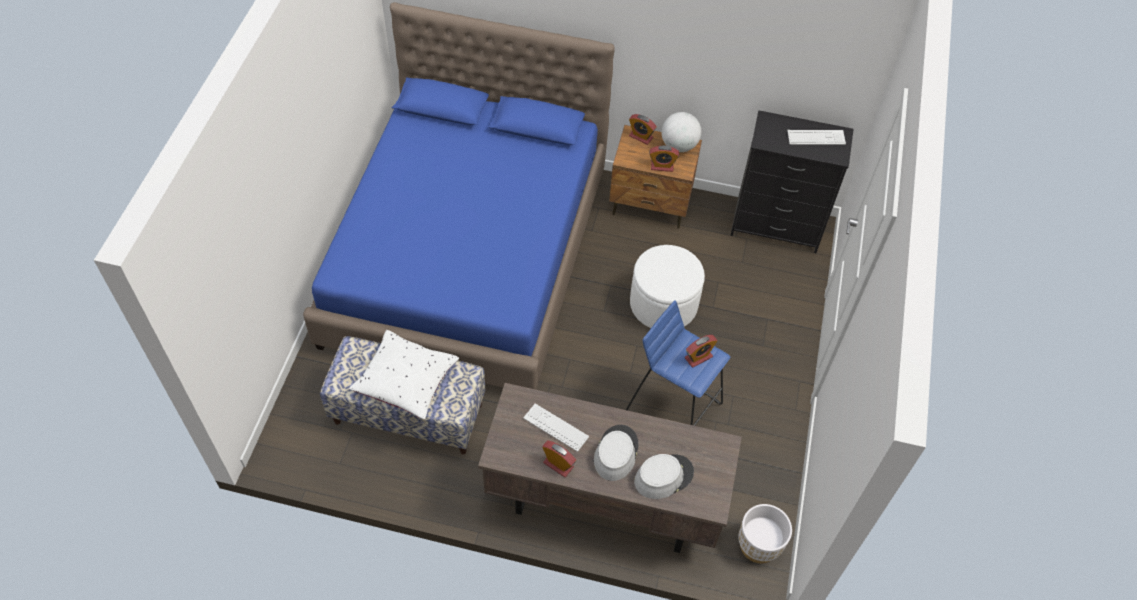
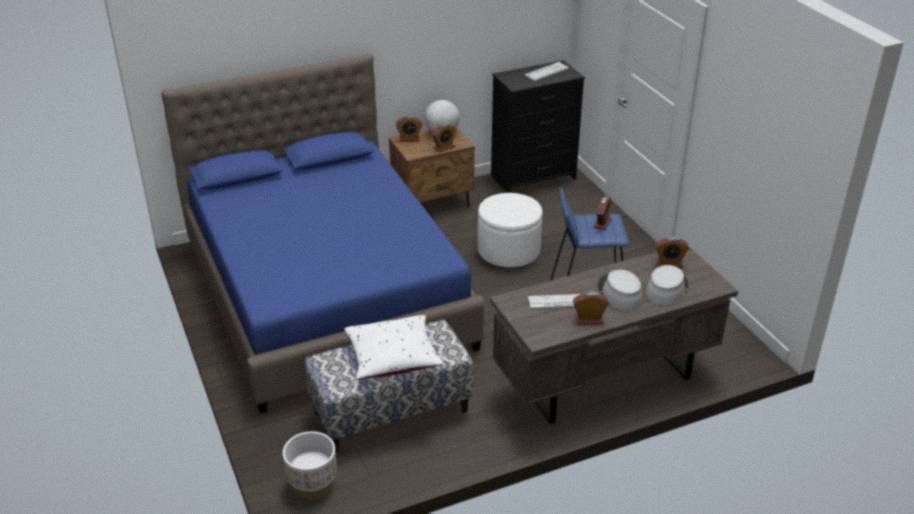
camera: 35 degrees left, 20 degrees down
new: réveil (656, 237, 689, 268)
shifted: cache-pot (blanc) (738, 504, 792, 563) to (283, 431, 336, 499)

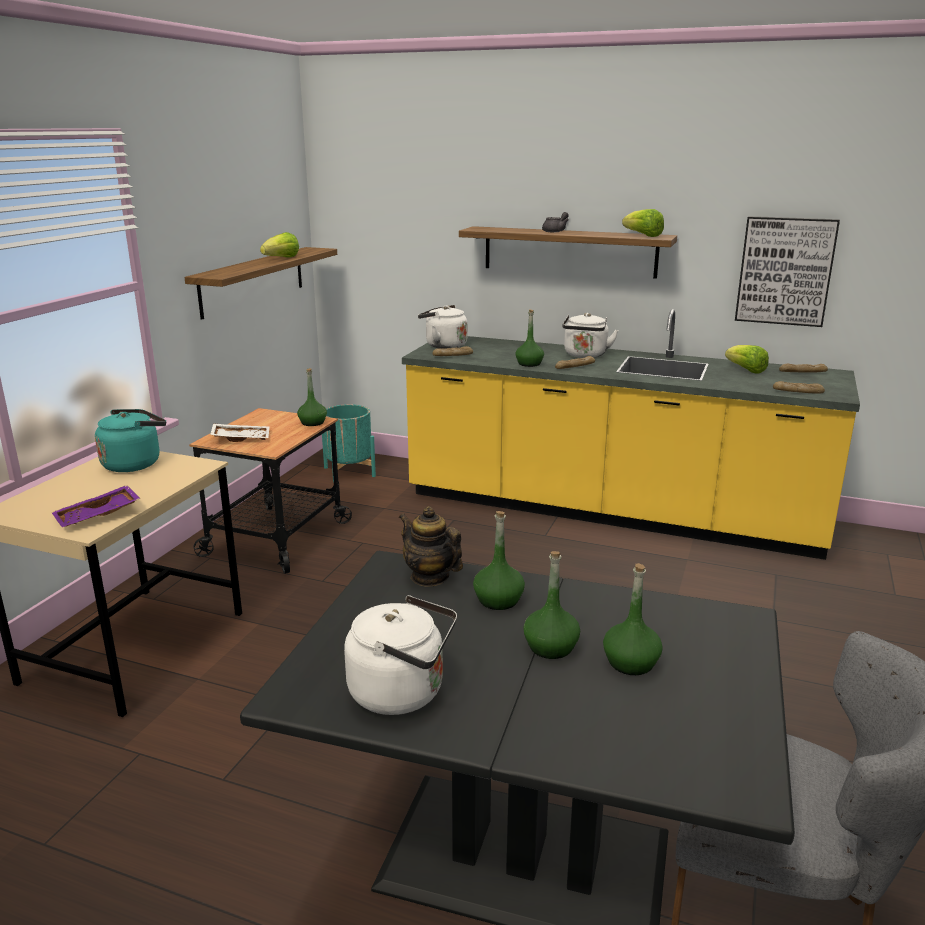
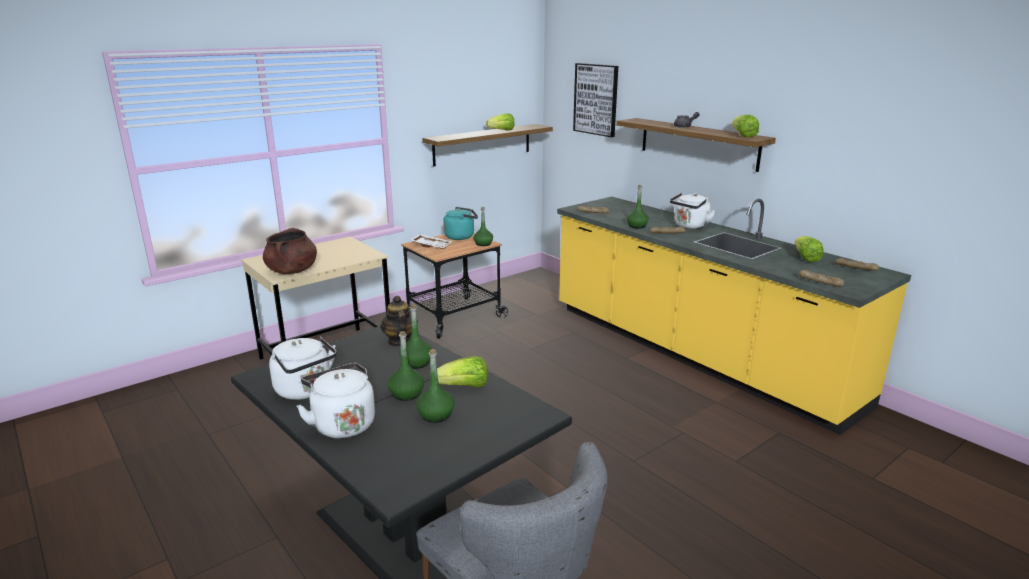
camera: 30 degrees right, 0 degrees up
gone: cache-pot (turquoise) (322, 404, 376, 483)
new: laitue (437, 356, 488, 387)
shifted: bouilloire (blanc) (418, 305, 468, 349) to (297, 363, 375, 438); bouilloire (turquoise) (95, 409, 166, 472) to (443, 207, 478, 240); tableau (735, 216, 840, 327) to (573, 63, 618, 137)
swapped: plateau (violet) (52, 485, 140, 527) to marmite (marron) (263, 228, 317, 274)

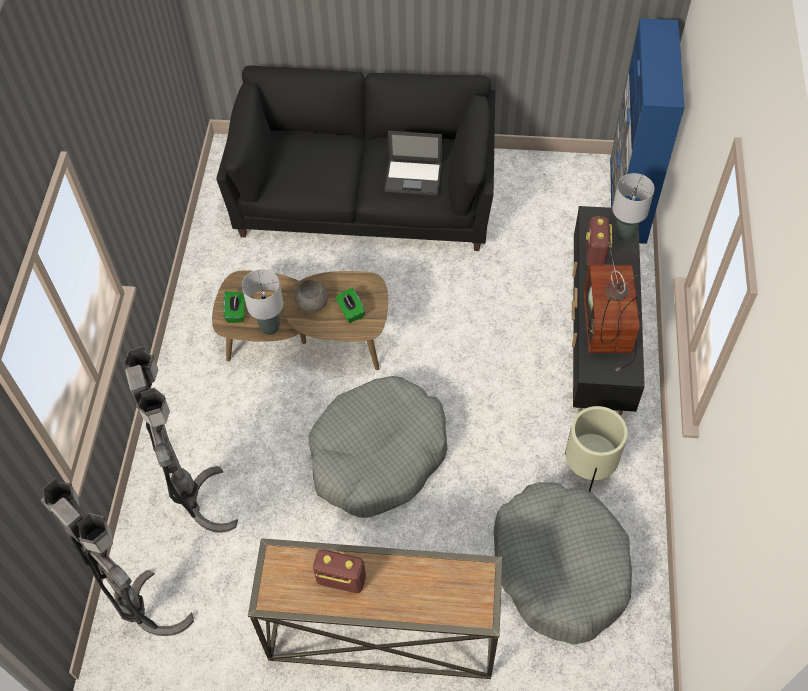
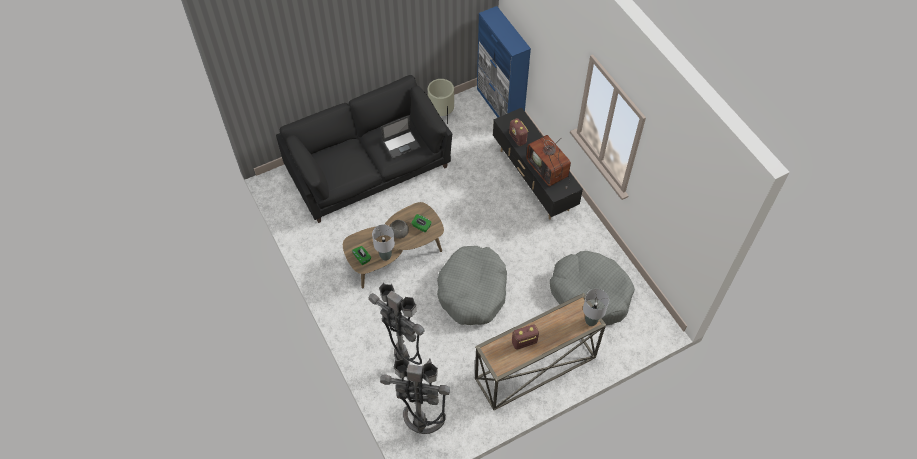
camera: 35 degrees left, 0 degrees up
shifted: cache-pot (beige) (565, 406, 628, 492) to (428, 79, 454, 124); lampe de table (gris) (612, 173, 655, 242) to (583, 289, 609, 326)

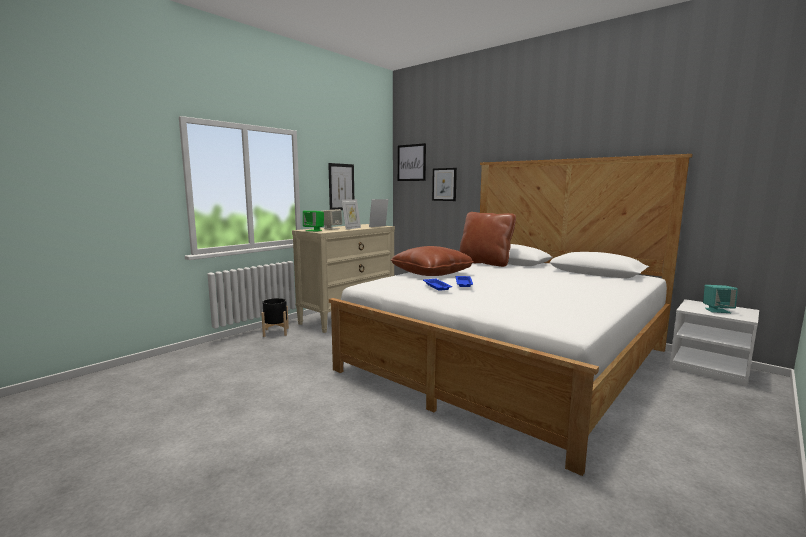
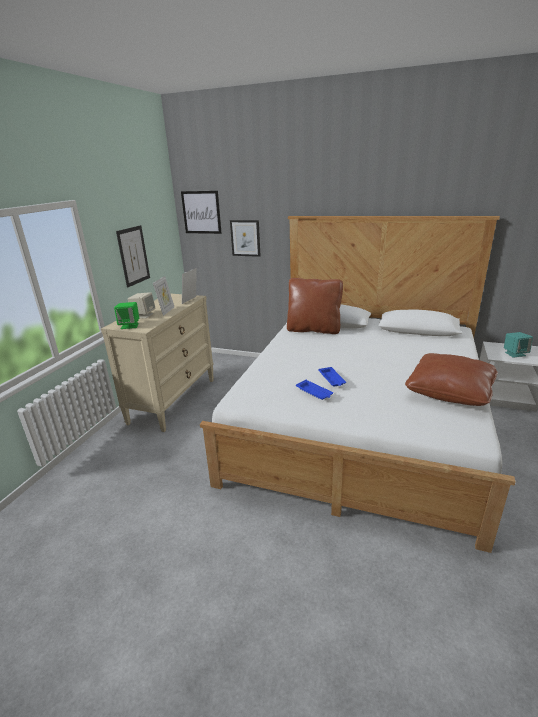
camera: 20 degrees left, 15 degrees up
gone: cache-pot (noir) (261, 298, 289, 337)
shifted: coussin (marron) (391, 246, 473, 276) to (405, 353, 498, 406)

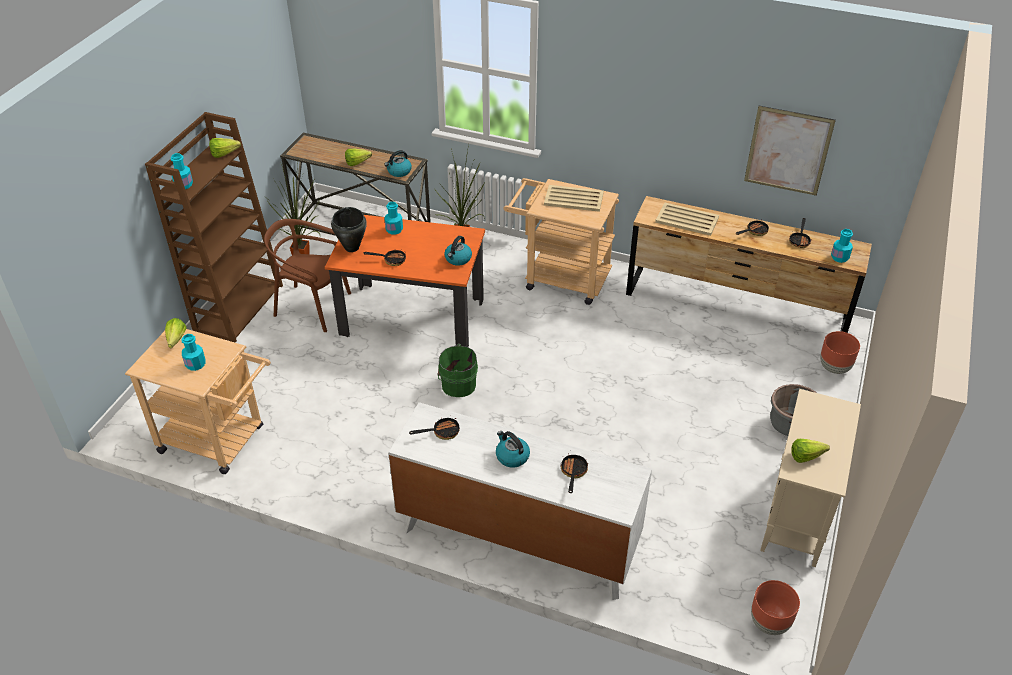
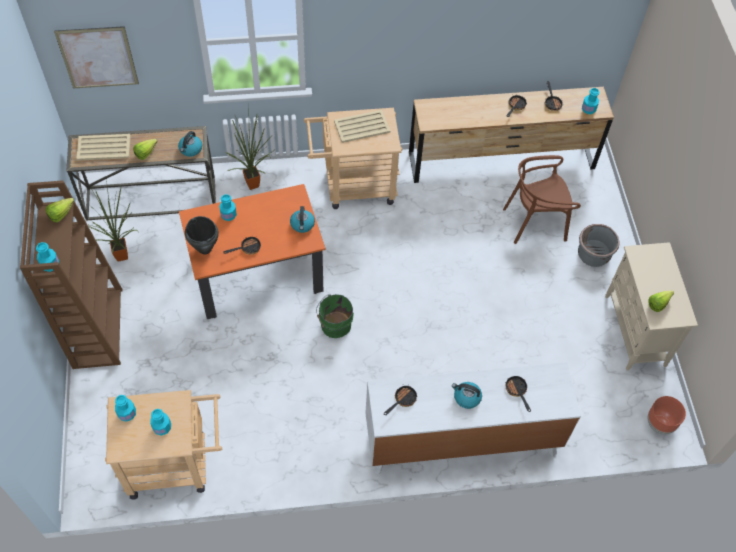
camera: 30 degrees left, 15 degrees up
gone: cache-pot (marron) (820, 331, 860, 374)
shifted: tableau (744, 106, 836, 196) to (54, 26, 139, 89); plateau (beige) (655, 203, 719, 236) to (76, 134, 131, 161); chaise (marron) (264, 219, 351, 332) to (503, 155, 581, 244)
swapped: laitue (165, 318, 187, 348) to bouteille (turquoise) (115, 395, 136, 422)

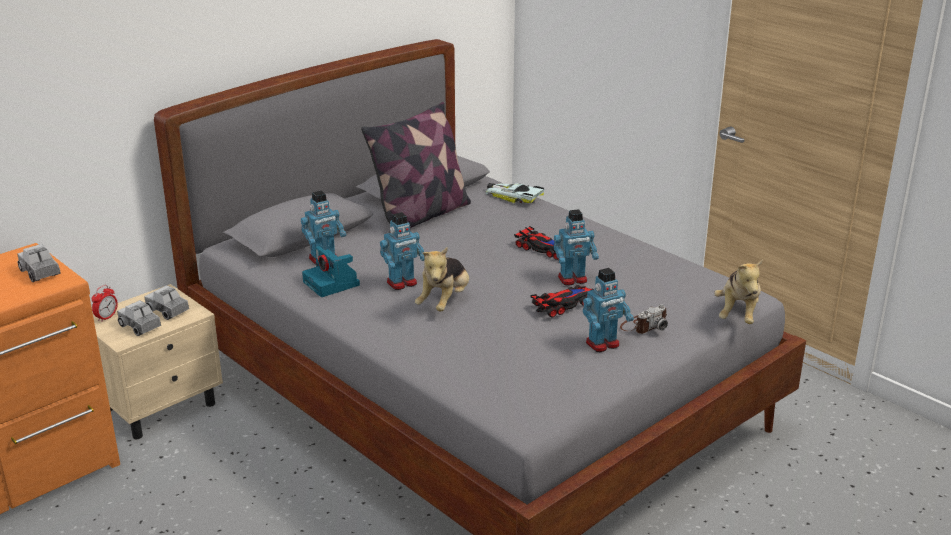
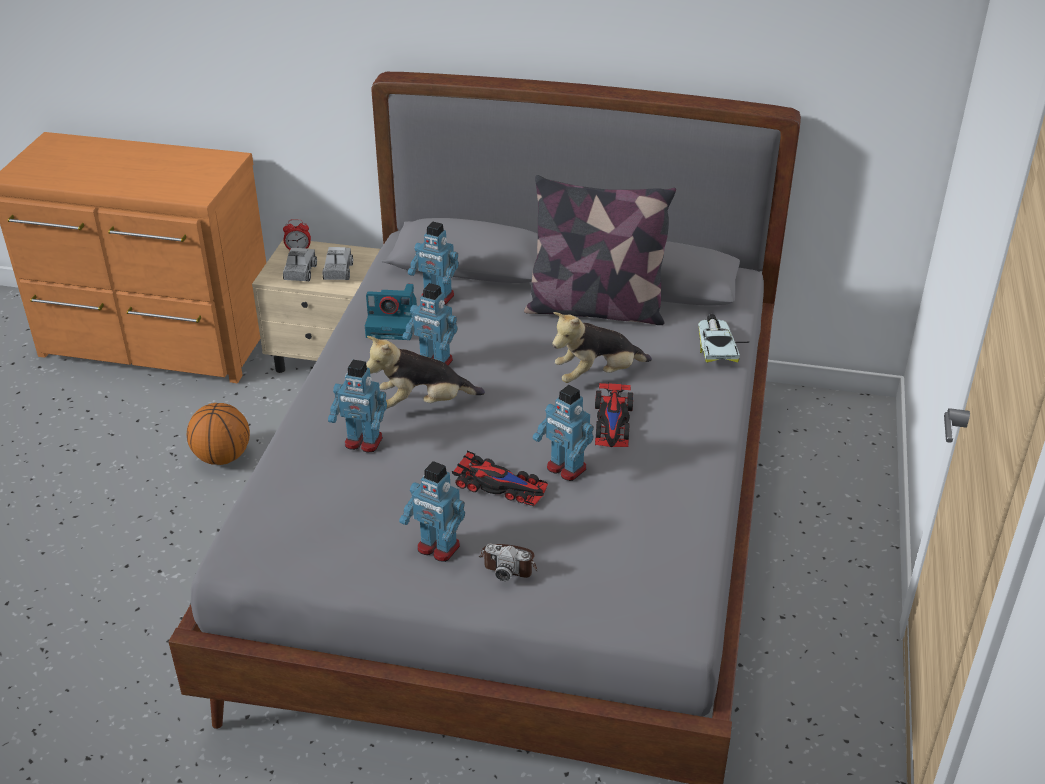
camera: 55 degrees right, 10 degrees up
gone: camion jouet (17, 244, 60, 282)
new: ballon de basket (186, 403, 250, 465); robot jouet (328, 360, 387, 453)
shifted: peluche (714, 259, 763, 324) to (552, 312, 652, 383)
rotated: appareil photo (302, 246, 360, 297) = (365, 284, 417, 340) 105 degrees counterclockwise

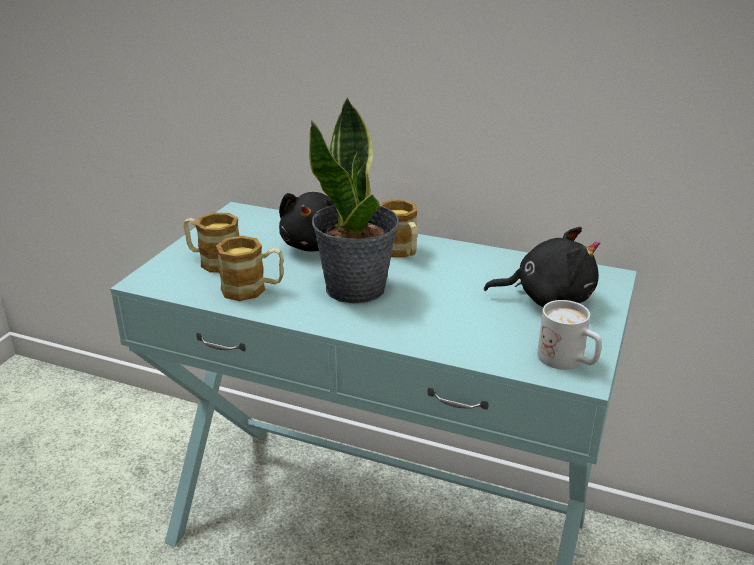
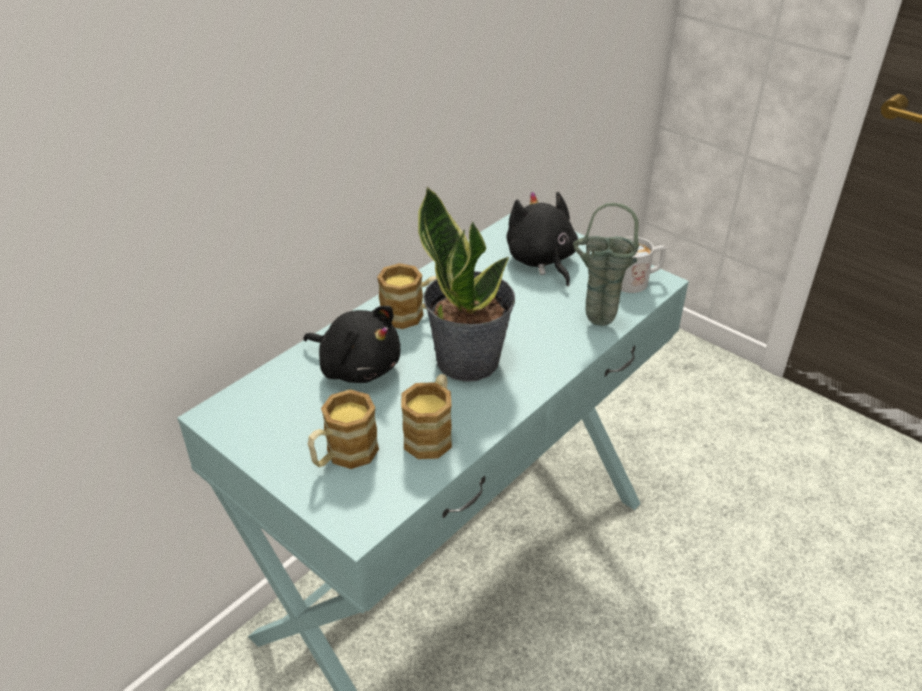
camera: 70 degrees left, 10 degrees up
new: vase (vert) (573, 203, 639, 326)
rotated: peluche (noir) (484, 227, 600, 307) = (507, 192, 578, 286) 45 degrees counterclockwise

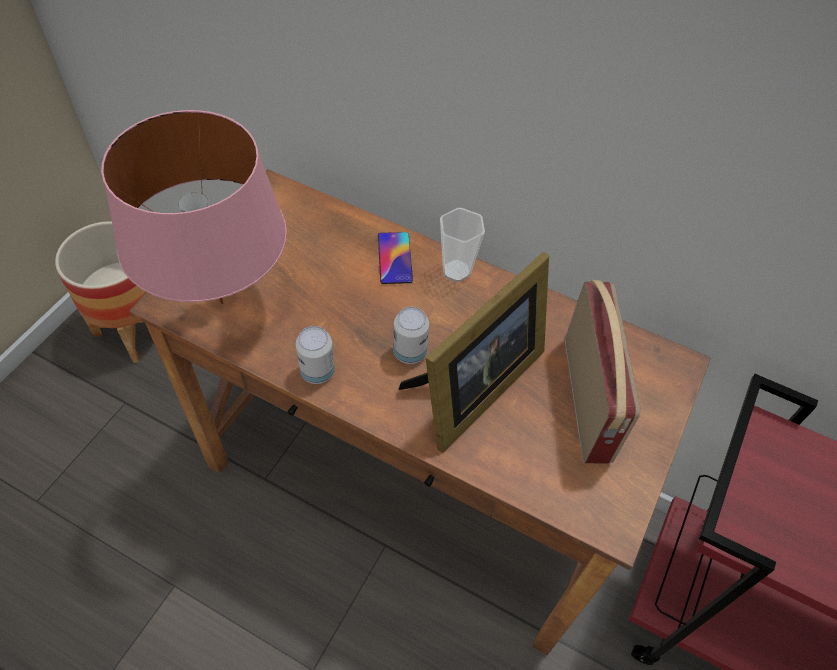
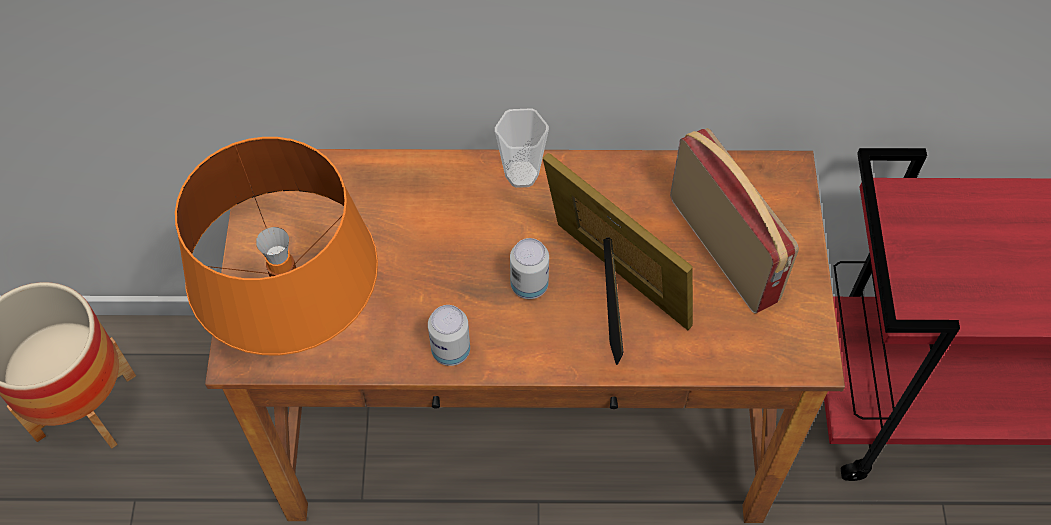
camera: 25 degrees left, 5 degrees up
gone: téléphone (378, 232, 413, 284)
repainted: lampe de table (rose) (101, 110, 287, 305) to lampe de table (orange) (175, 137, 378, 355)
rotated: cadre photo (399, 252, 549, 453) = (543, 153, 693, 365) 60 degrees counterclockwise

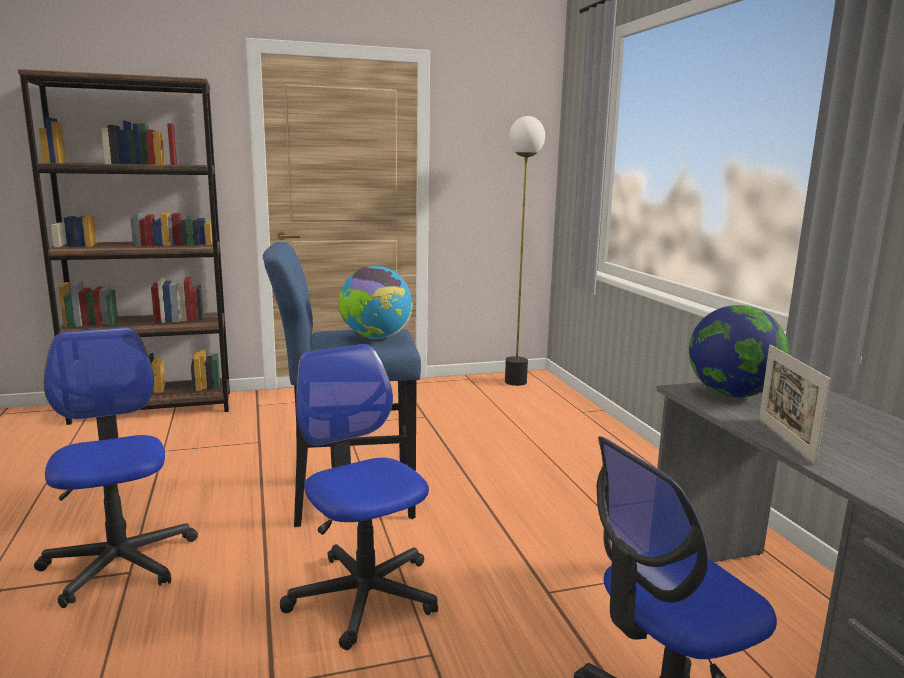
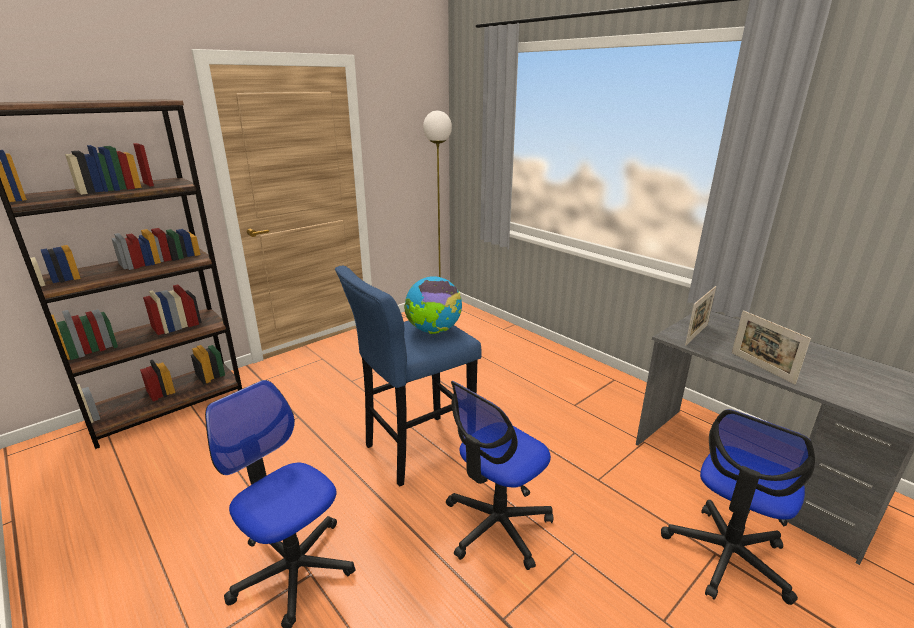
camera: 25 degrees left, 10 degrees up
swapped: globe (689, 305, 789, 397) to cadre photo (685, 286, 716, 345)
rotated: chaise de bureau (280, 344, 438, 650) = (446, 381, 553, 570) 75 degrees counterclockwise

